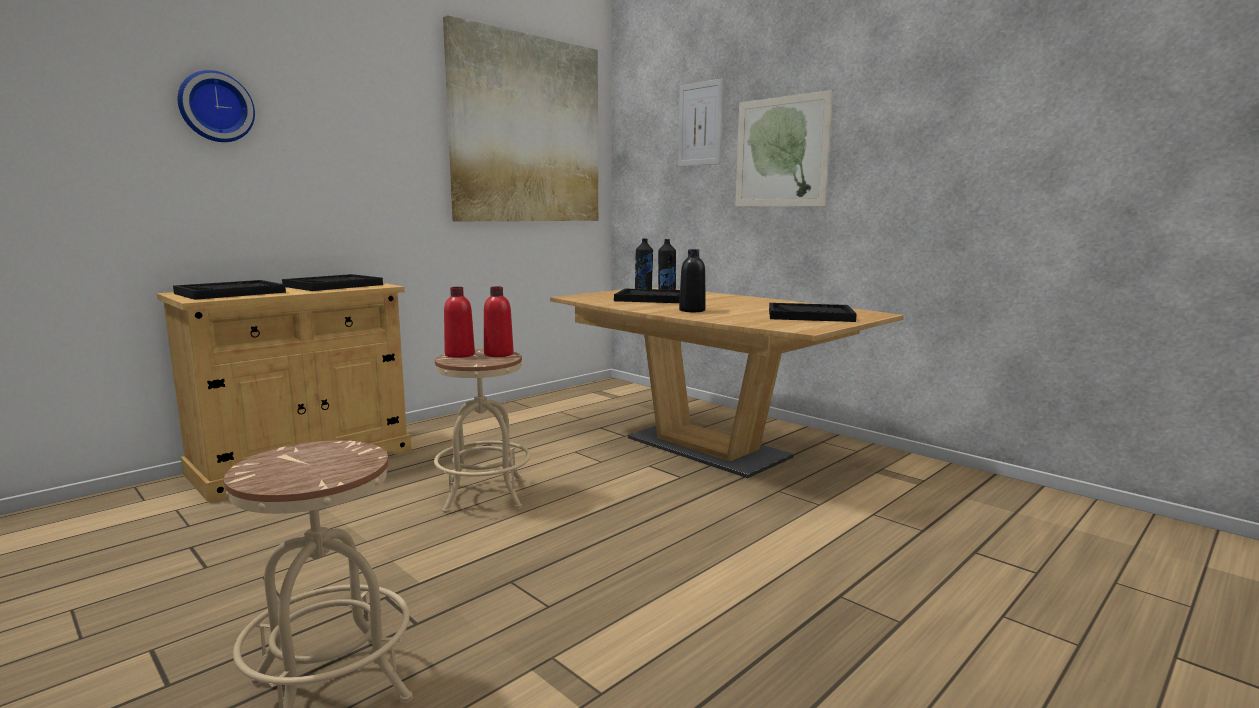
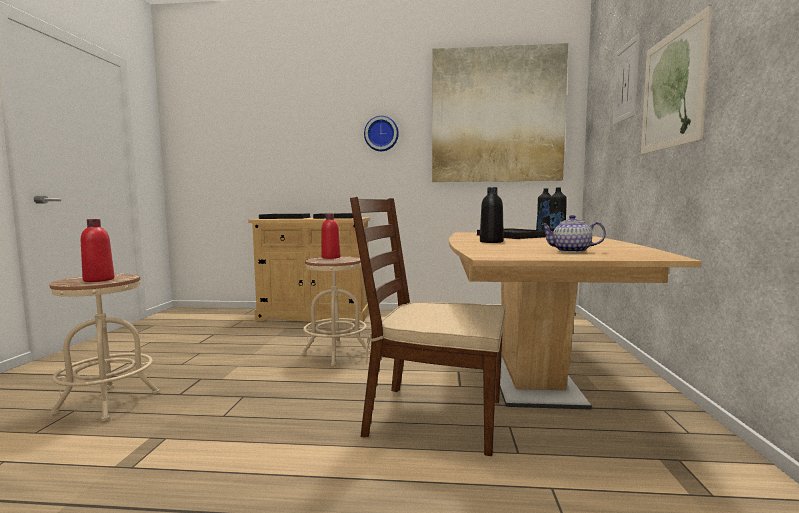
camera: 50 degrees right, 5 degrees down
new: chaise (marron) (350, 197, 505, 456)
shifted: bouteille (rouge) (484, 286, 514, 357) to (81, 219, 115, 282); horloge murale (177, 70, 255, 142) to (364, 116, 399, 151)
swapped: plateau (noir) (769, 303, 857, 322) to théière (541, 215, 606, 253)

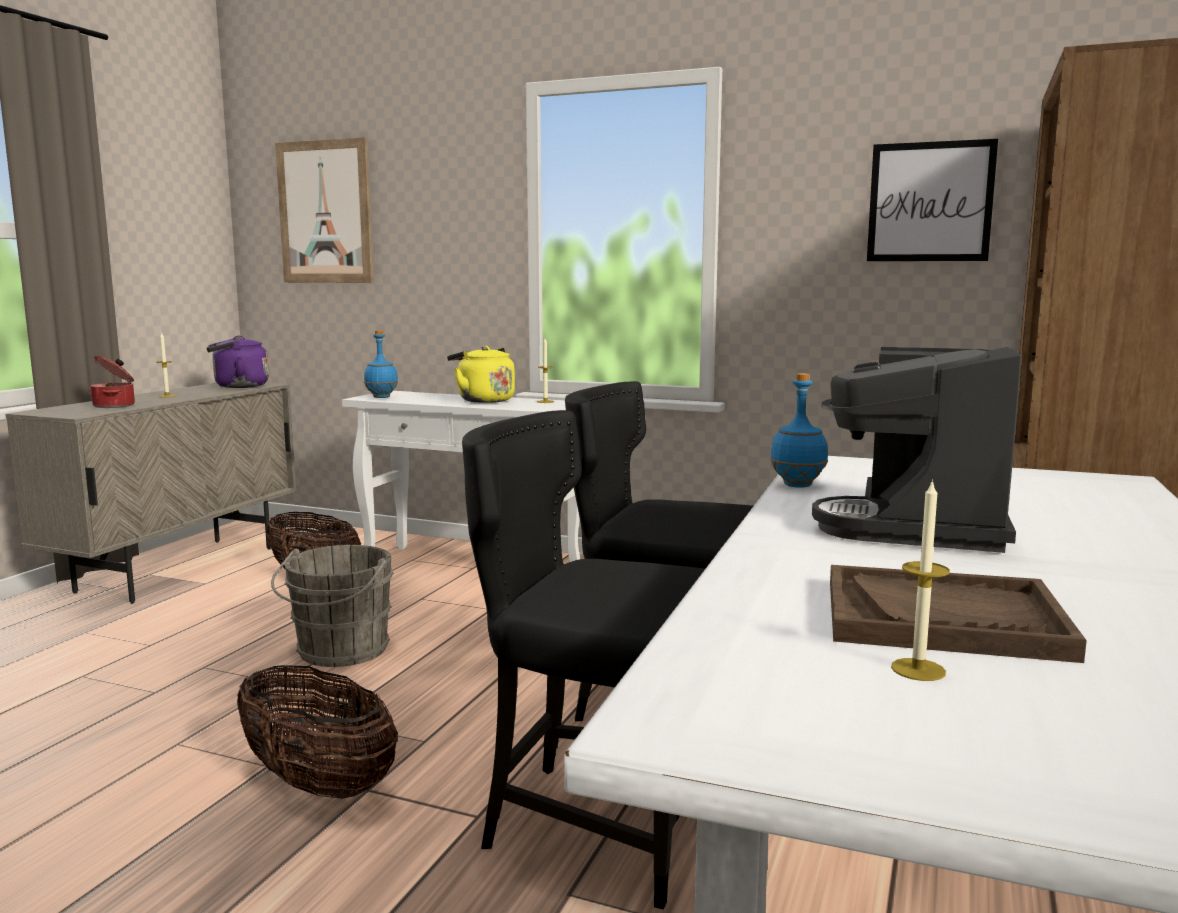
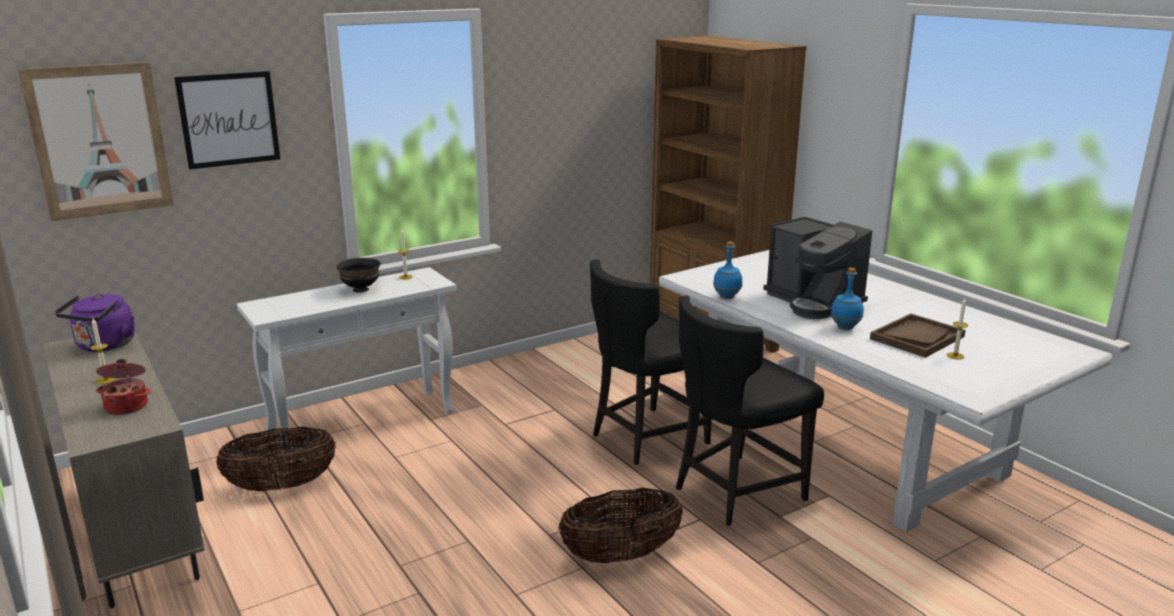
camera: 55 degrees left, 10 degrees up
gone: seau (gris) (271, 545, 394, 667)
shifted: tableau (867, 139, 998, 261) to (174, 71, 280, 170); bouteille (bleu) (364, 330, 398, 398) to (831, 268, 864, 330)
swapped: bouilloire (jaune) (447, 346, 515, 403) to bol (noir) (336, 258, 381, 293)

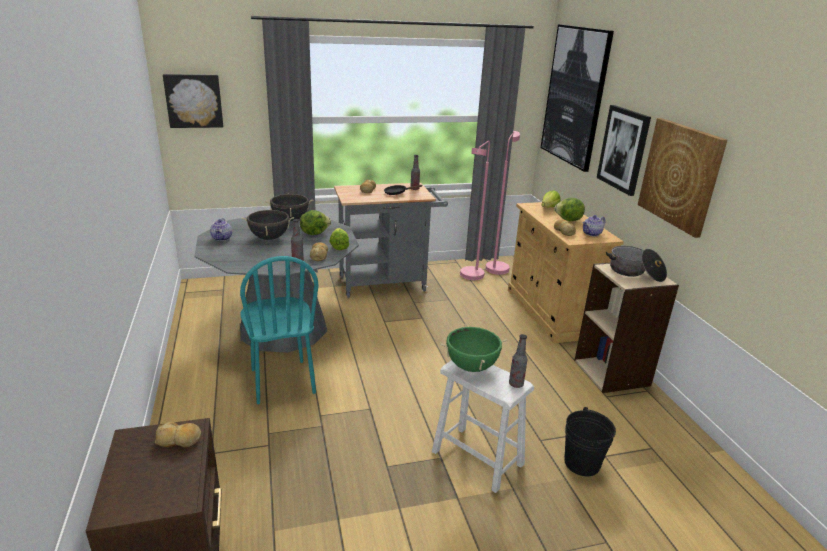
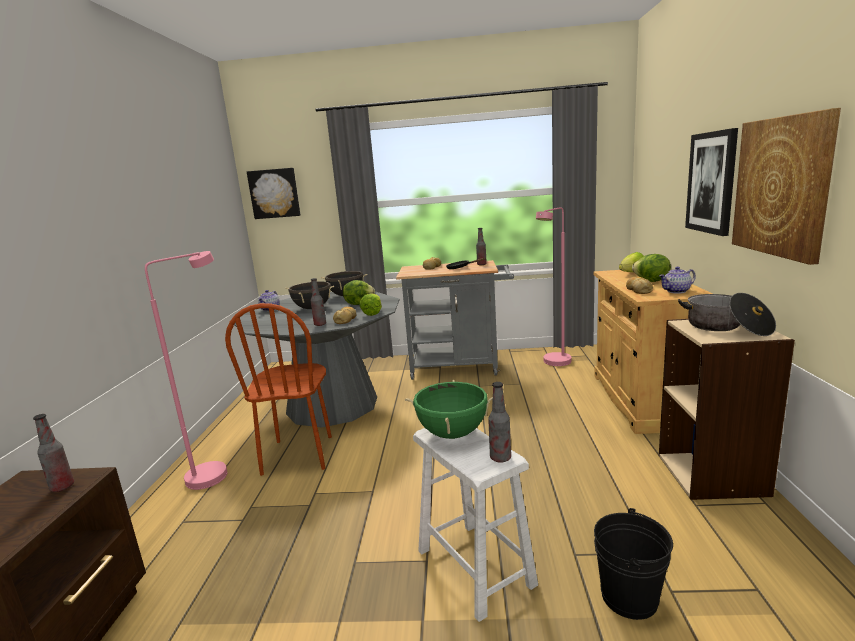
camera: 20 degrees right, 10 degrees down
gone: tableau (541, 24, 614, 172)
shifted: lampadaire (rose) (486, 131, 520, 275) to (145, 251, 227, 490)
swapped: pain (155, 422, 201, 447) to bouteille (33, 414, 74, 492)
repainted: chaise (turquoise) (240, 256, 319, 404) to chaise (marron) (225, 303, 332, 476)

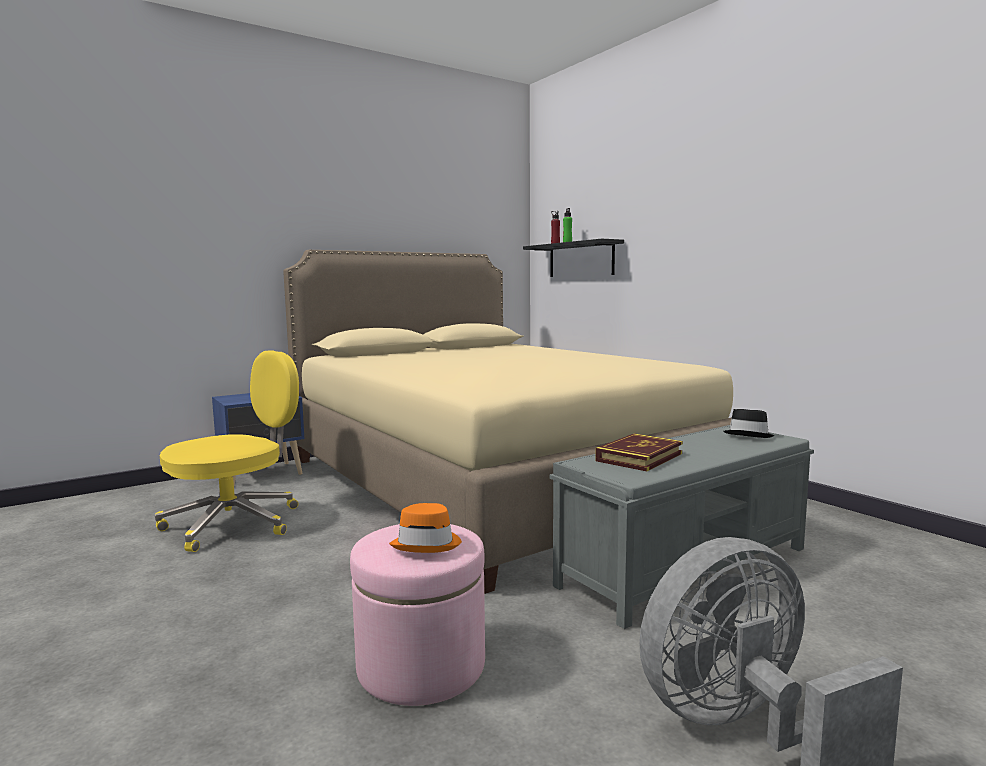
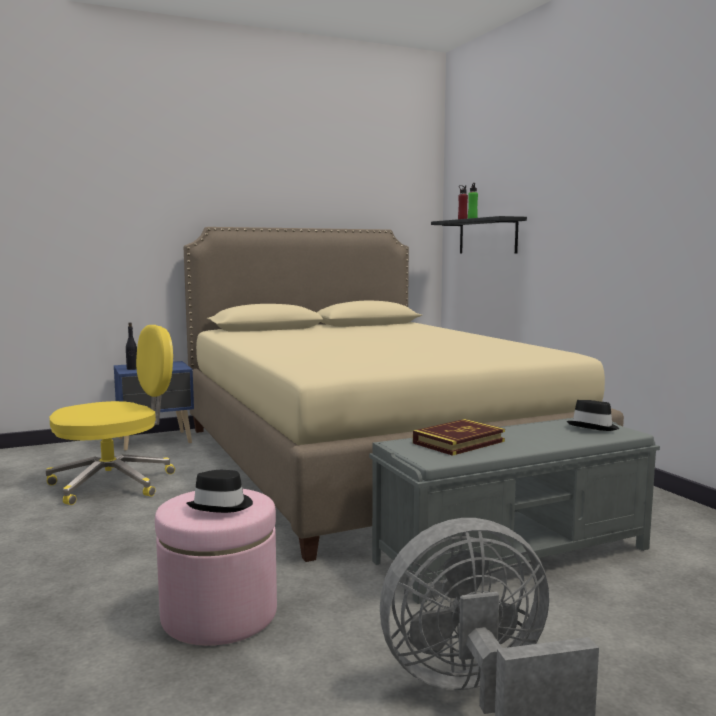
camera: 10 degrees right, 0 degrees up
new: bouteille (noir) (126, 322, 137, 370)
repainted: chapeau (orange) (389, 503, 462, 553) to chapeau (noir) (187, 470, 253, 513)

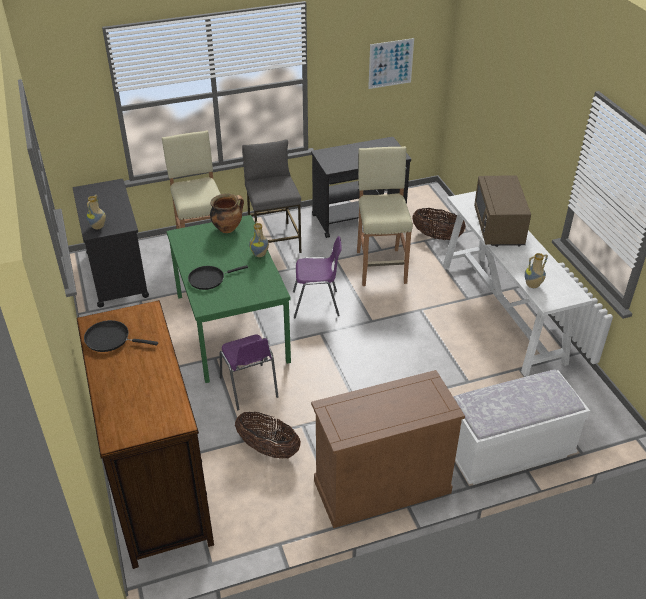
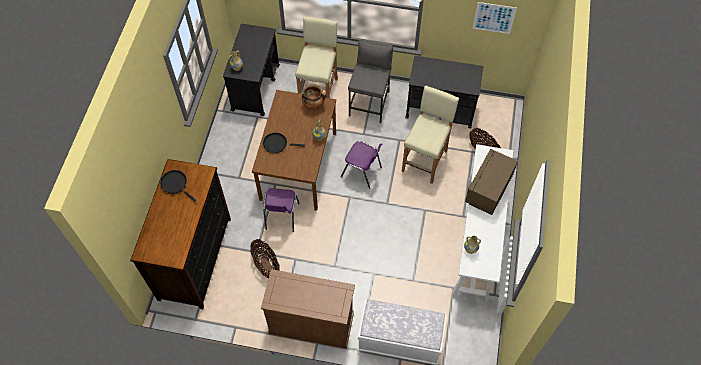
camera: 30 degrees right, 20 degrees up
repainted: table à manger (vert) (166, 215, 291, 383) to table à manger (marron) (252, 90, 336, 211)

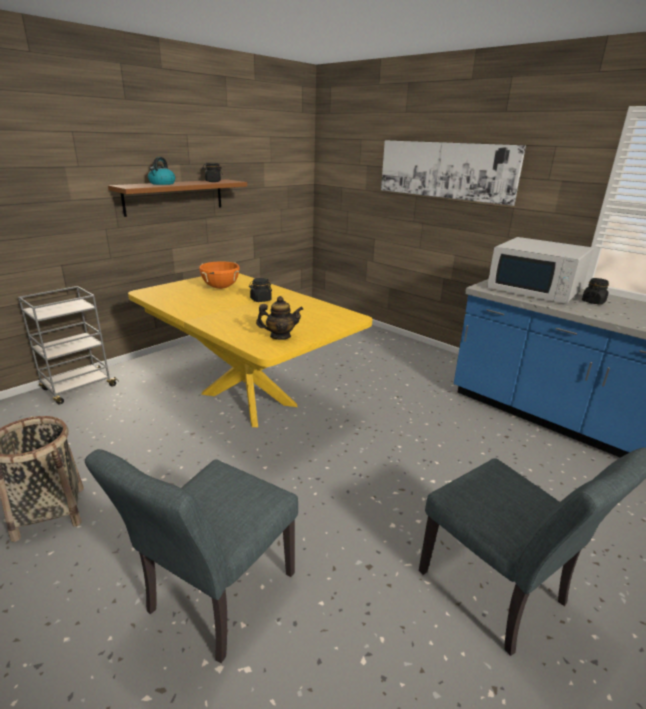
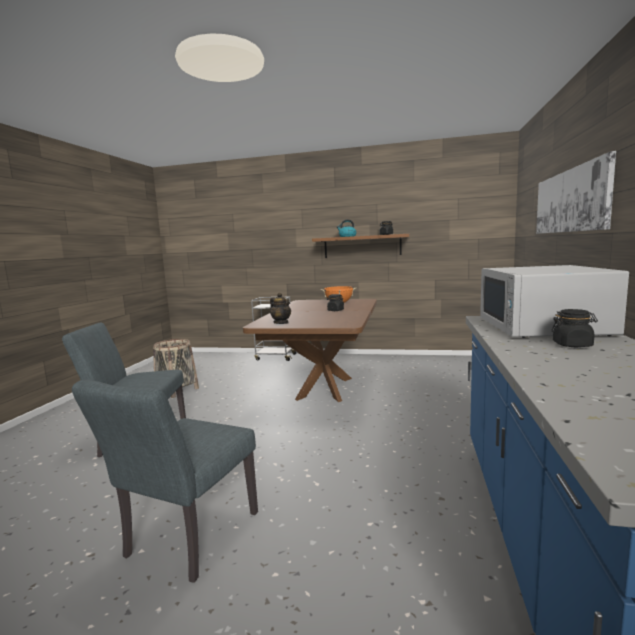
camera: 60 degrees right, 15 degrees down
repainted: table à manger (jaune) (128, 273, 372, 427) to table à manger (marron) (243, 299, 377, 402)

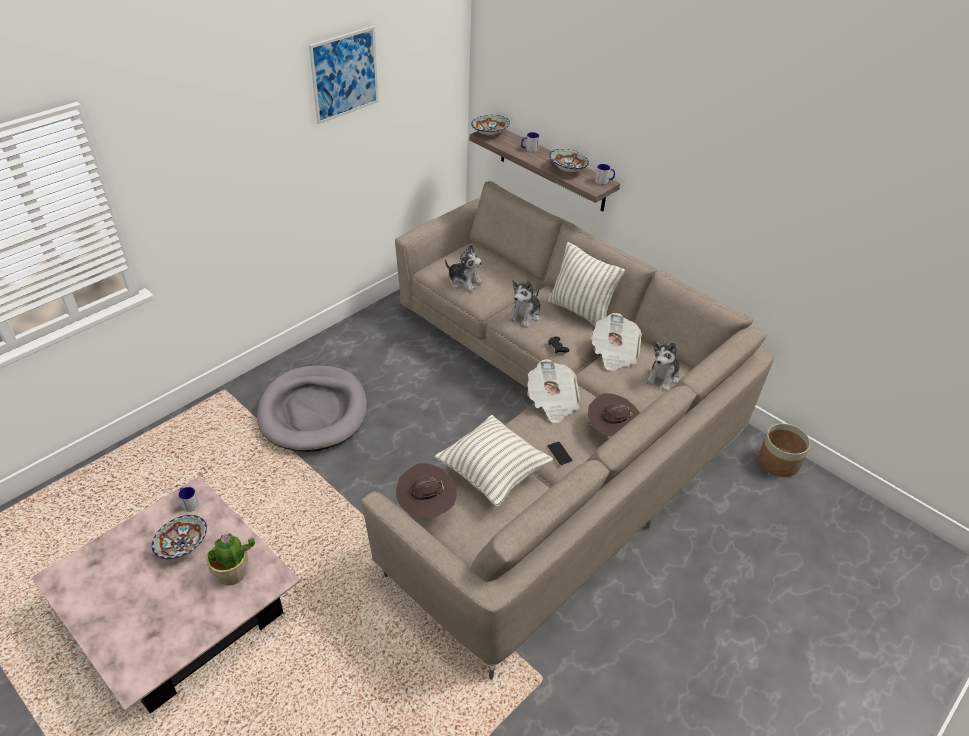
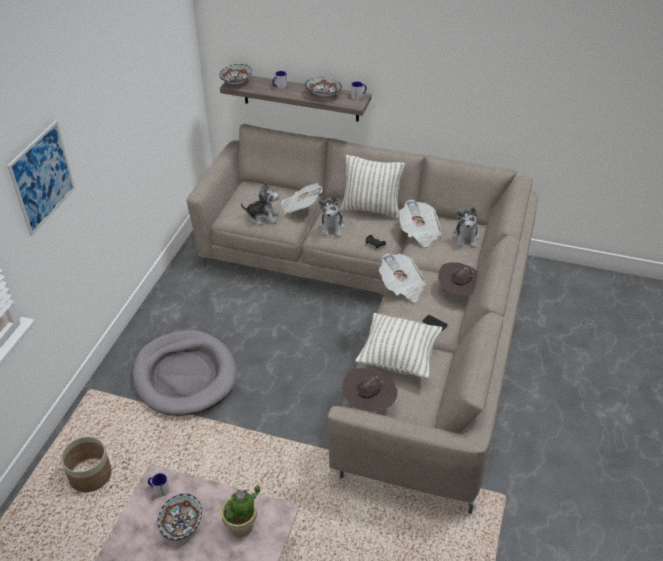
camera: 25 degrees left, 0 degrees up
new: journal (281, 183, 323, 214)
shifted: tableau (309, 26, 378, 124) to (7, 120, 75, 236); cache-pot (758, 423, 810, 477) to (61, 437, 112, 492)

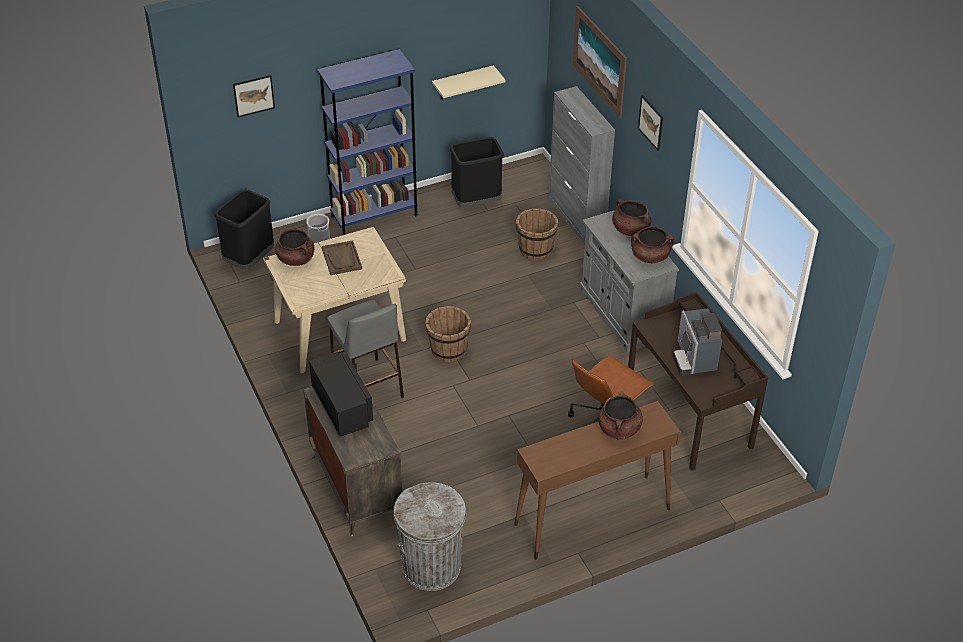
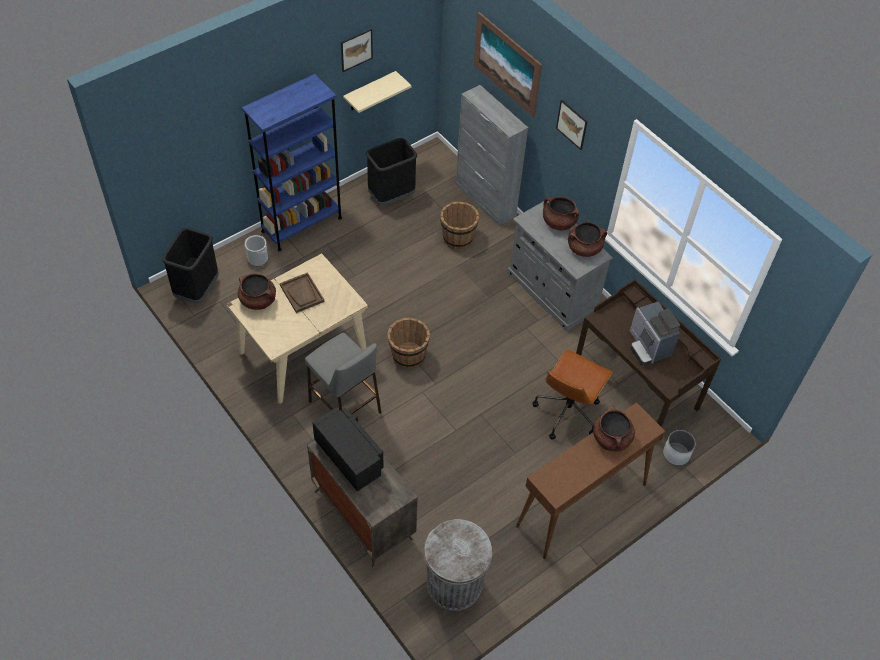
camera: 15 degrees left, 10 degrees up
new: cache-pot (blanc) (663, 430, 696, 465)
shifted: tableau (233, 75, 275, 117) to (341, 29, 373, 72)

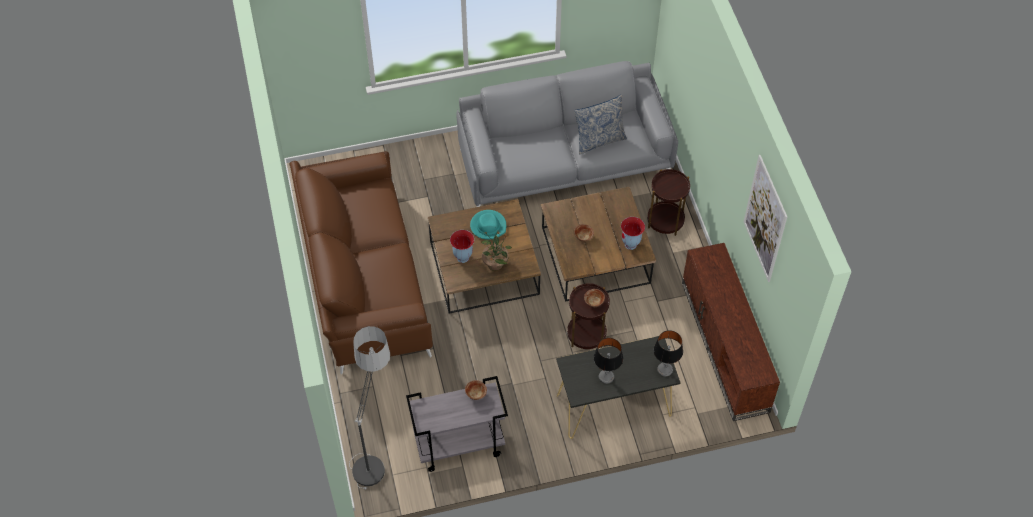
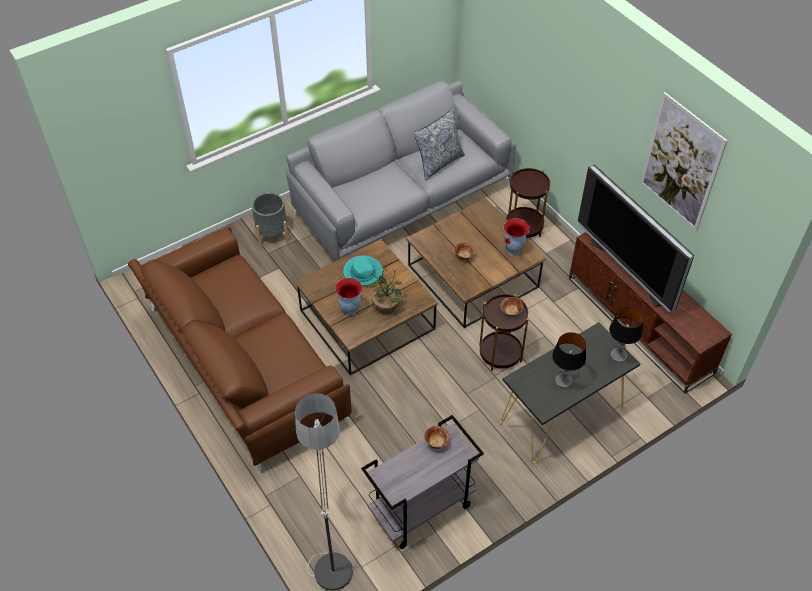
camera: 20 degrees left, 5 degrees down
new: cache-pot (gris) (252, 192, 289, 247); téléviseur (578, 165, 694, 312)

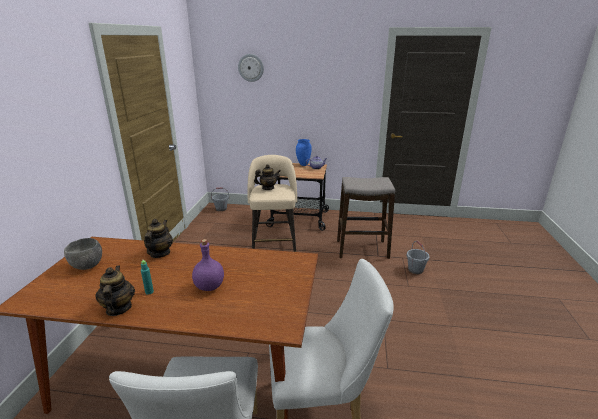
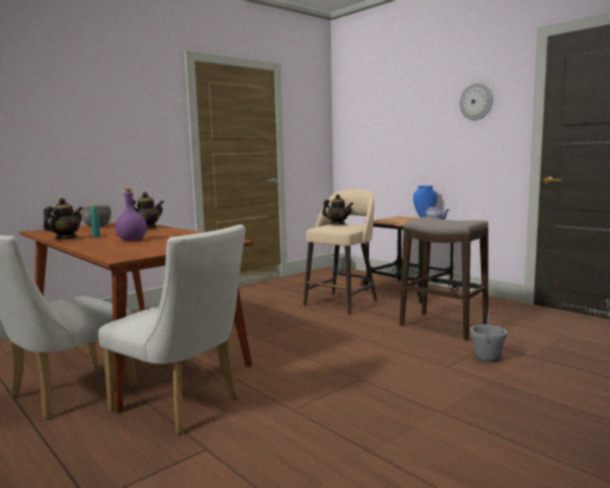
camera: 40 degrees right, 15 degrees down
shifted: horloge murale (238, 54, 264, 82) to (460, 83, 493, 120)

